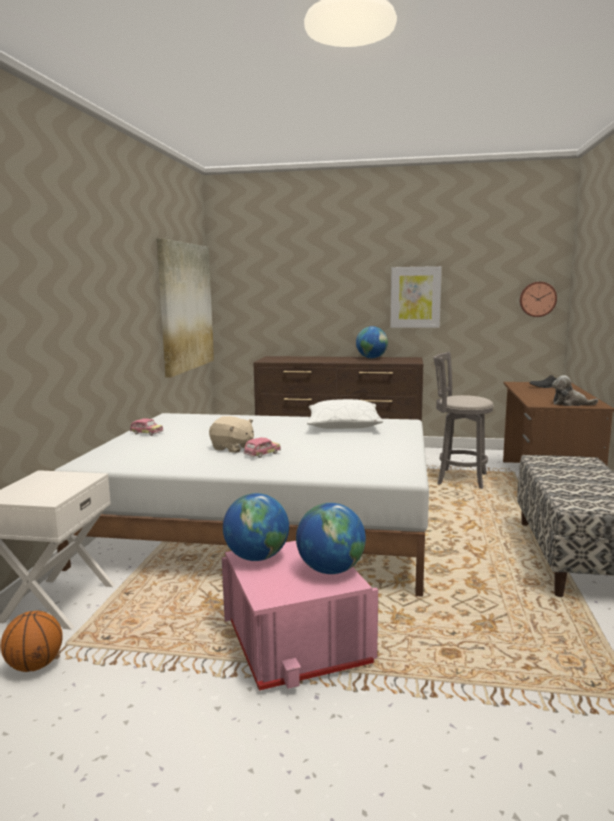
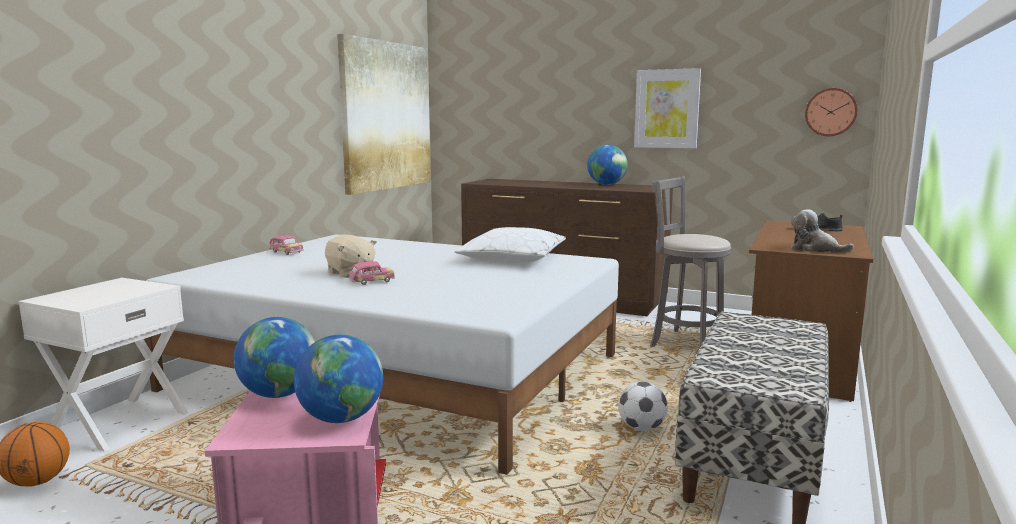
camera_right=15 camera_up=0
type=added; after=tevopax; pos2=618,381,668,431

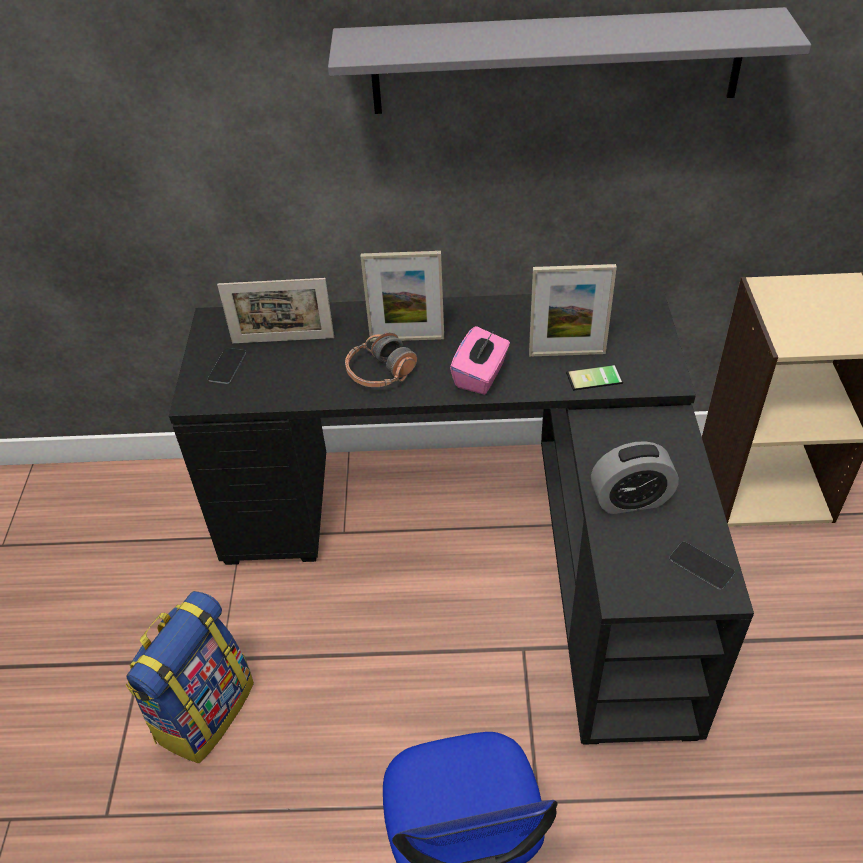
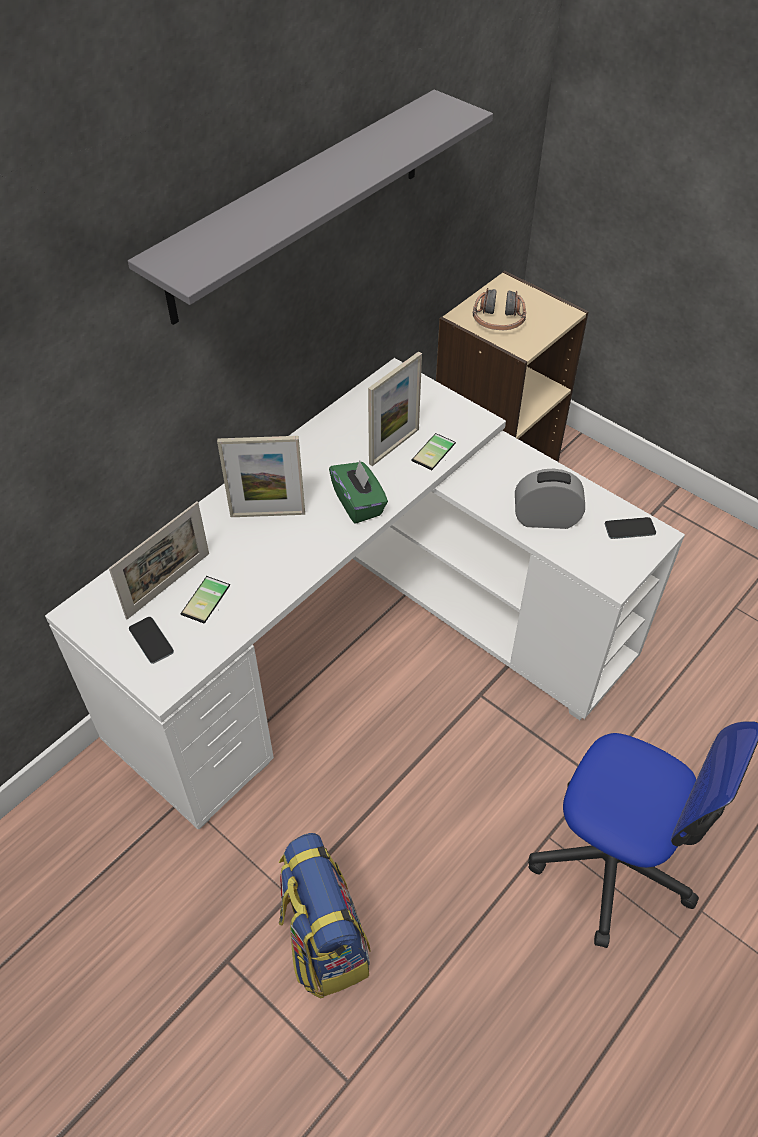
camera_right=-50 camera_up=5
type=recoloured; before=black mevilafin; after=white mevilafin; pos1=169,289,754,745; pos2=45,358,685,829
type=added; after=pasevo; pos2=180,576,230,624
type=turned; before=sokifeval; pos1=360,251,444,342; pos2=217,436,305,517; turn=45
type=recoloured; before=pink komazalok; after=green komazalok; pos1=450,326,510,395; pos2=329,460,388,524
type=moved; before=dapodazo; pos1=345,333,417,387; pos2=473,288,526,330
type=turned; before=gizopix; pos1=591,441,679,514; pos2=515,469,585,529; turn=-120

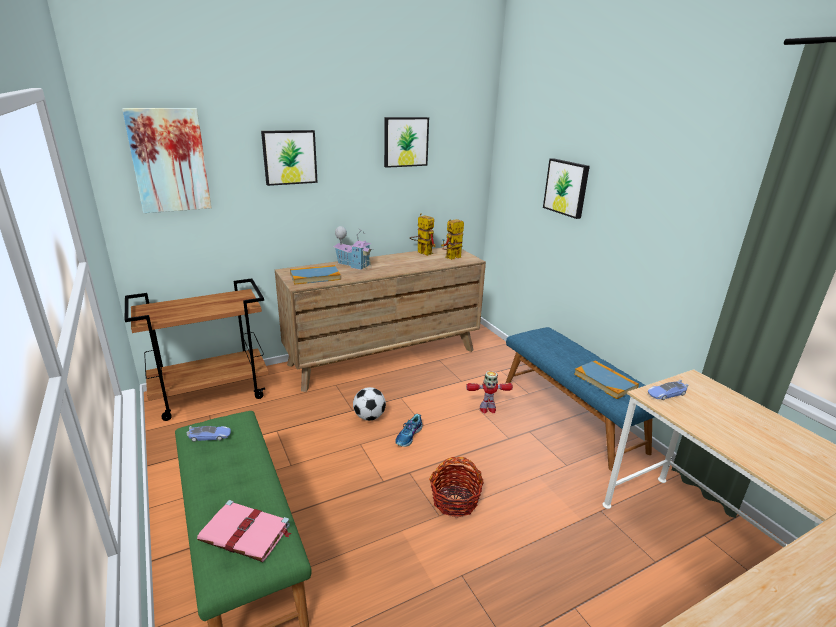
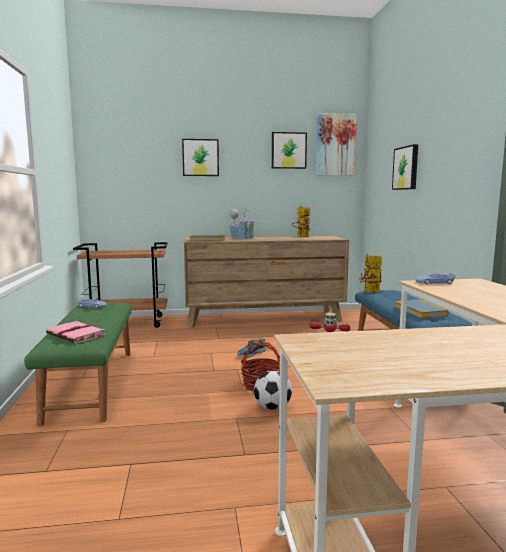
camera_right=20 camera_up=-15
type=moved; before=tevopax; pos1=353,387,386,421; pos2=254,371,292,410
type=moved; before=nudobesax; pos1=122,108,211,213; pos2=316,113,357,176
type=moved; before=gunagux; pos1=441,219,464,260; pos2=359,254,382,293

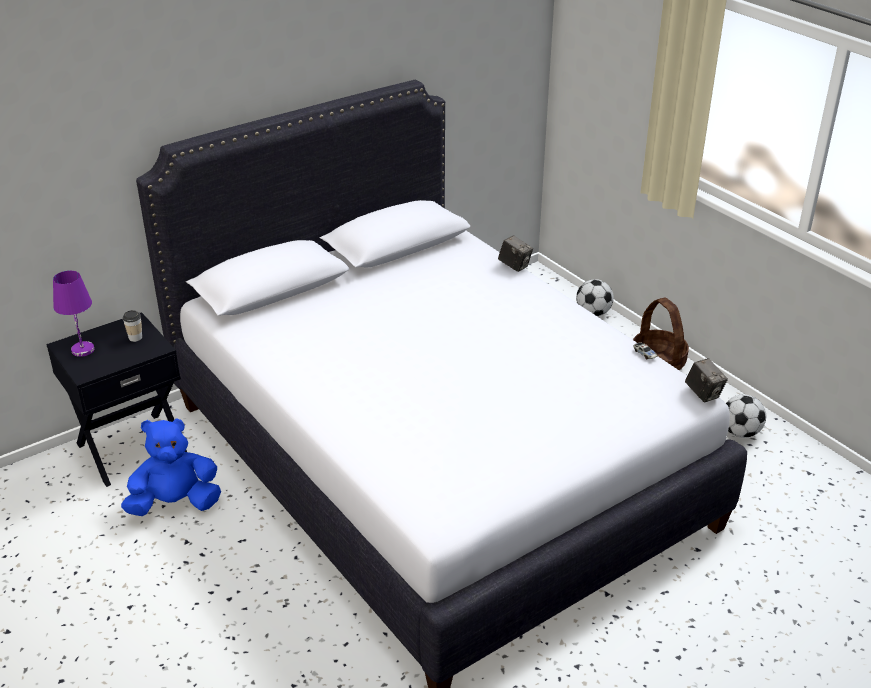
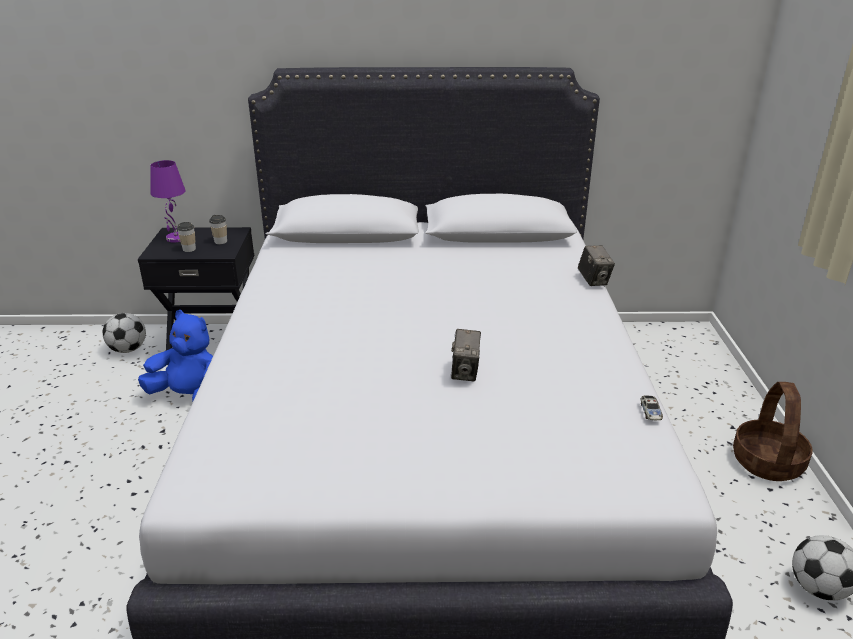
camera_right=35 camera_up=-5
type=moved; before=tevopax; pos1=576,279,614,316; pos2=102,313,146,353
type=added; after=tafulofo; pos2=177,222,196,252
type=moved; before=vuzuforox; pos1=685,358,728,402; pos2=451,329,481,381

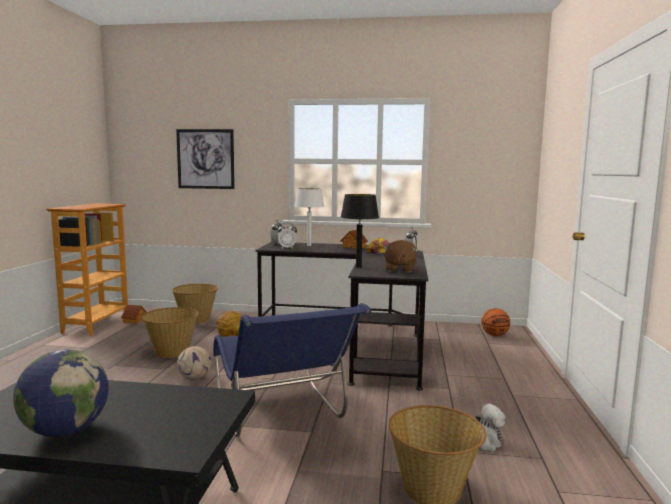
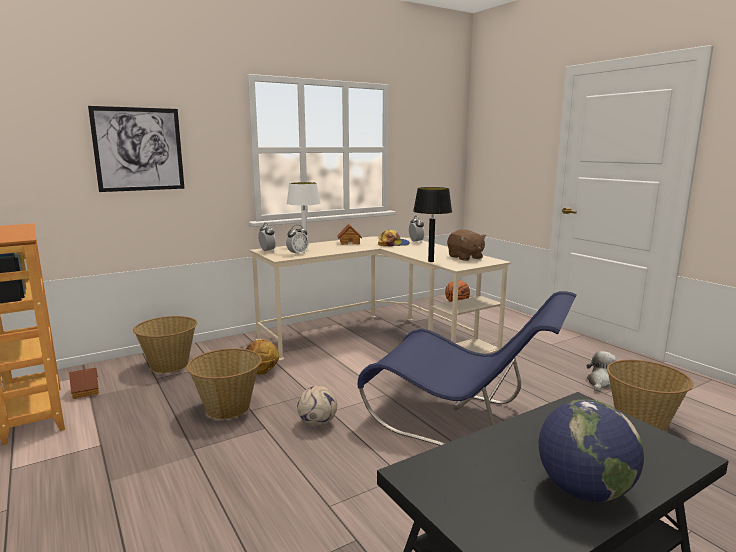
camera_right=-40 camera_up=5
type=recoloured; before=black mevilafin; after=beige mevilafin; pos1=255,242,428,391; pos2=250,236,511,360

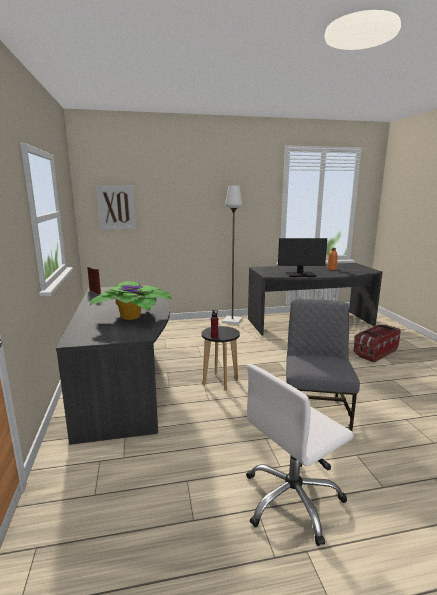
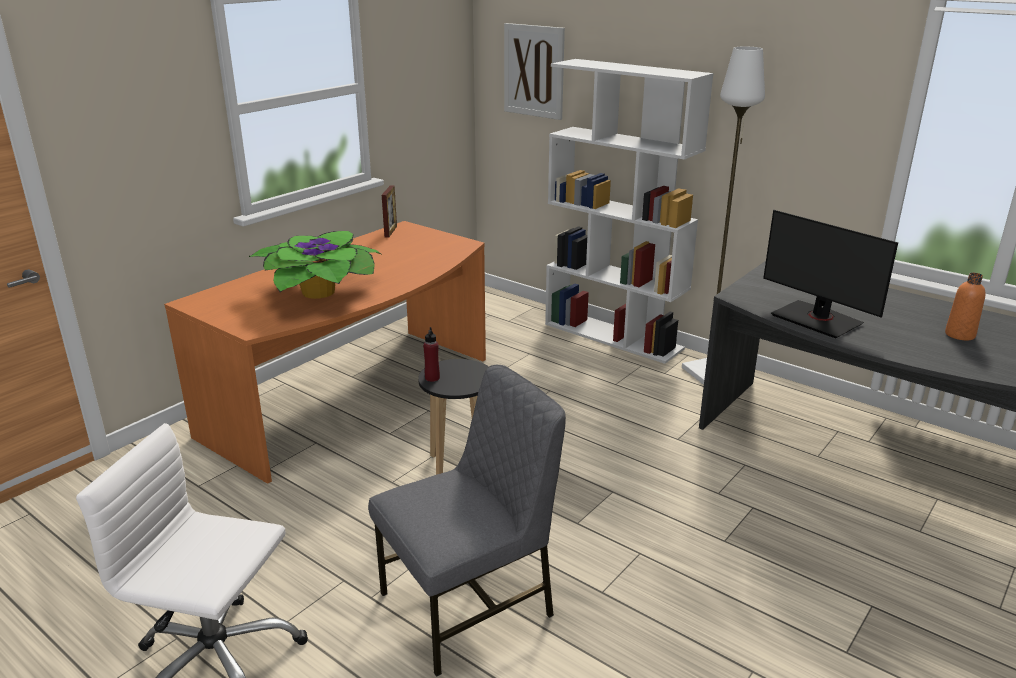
camera_right=50 camera_up=10
type=recoloured; before=grey mevilafin; after=orange mevilafin; pos1=56,285,170,445; pos2=164,221,486,484
type=added; after=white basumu; pos2=545,59,714,364
type=removed; before=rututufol; pos1=354,325,401,363

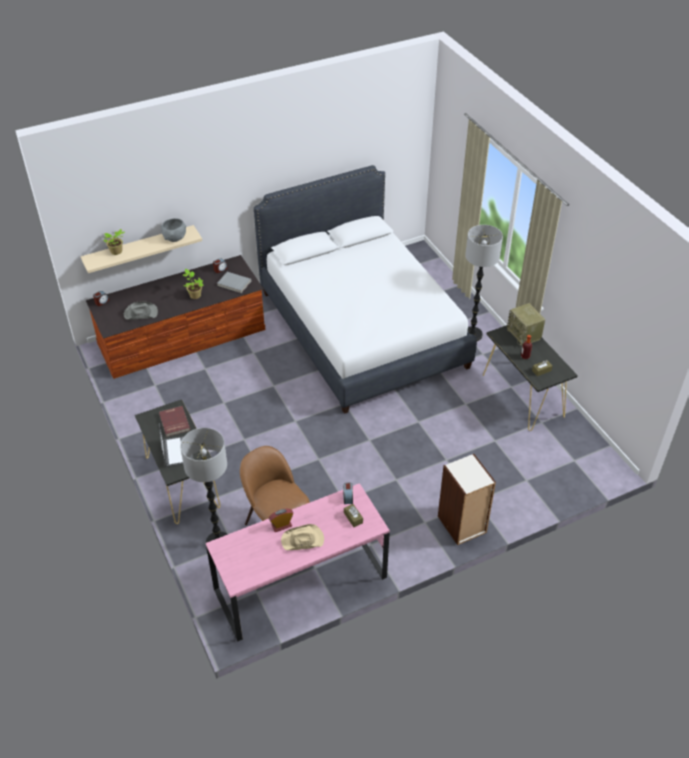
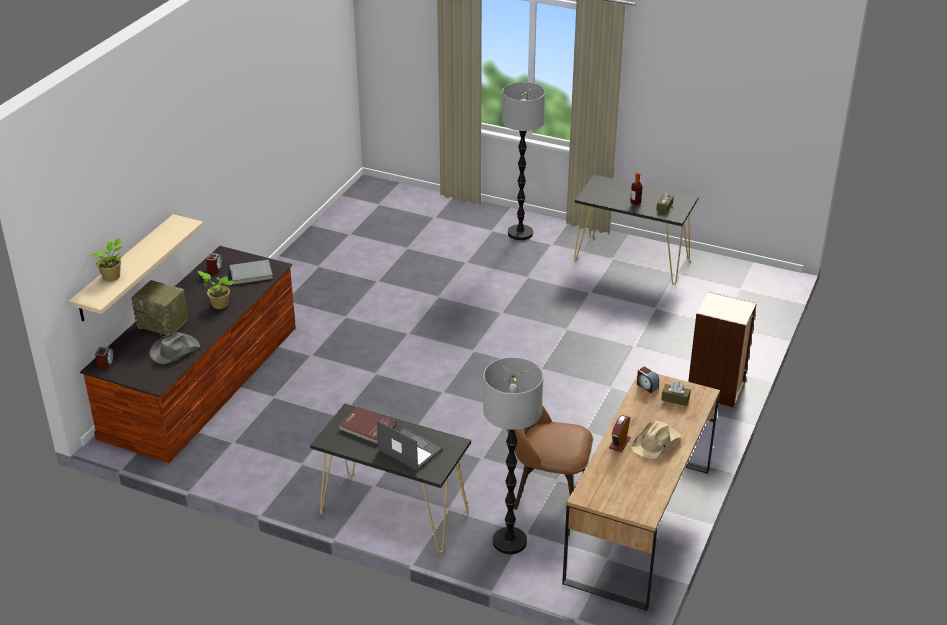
camera_right=-40 camera_up=-10
type=moved; before=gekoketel; pos1=507,303,545,346; pos2=131,280,188,337
type=recoloured; before=pink mevilafin; after=brown mevilafin; pos1=206,483,390,642; pos2=562,374,720,611
type=removed; before=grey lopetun; pos1=160,218,186,242
type=removed; before=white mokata; pos1=254,165,477,414

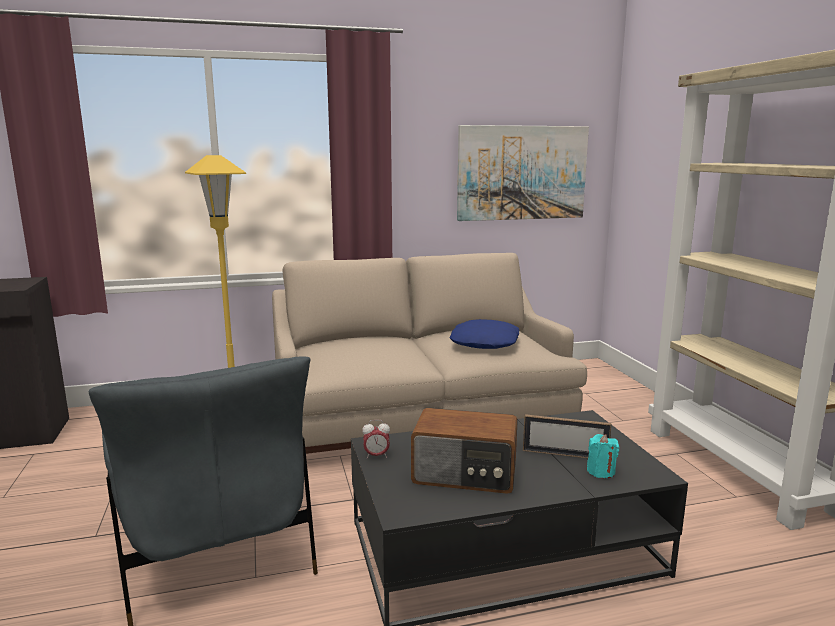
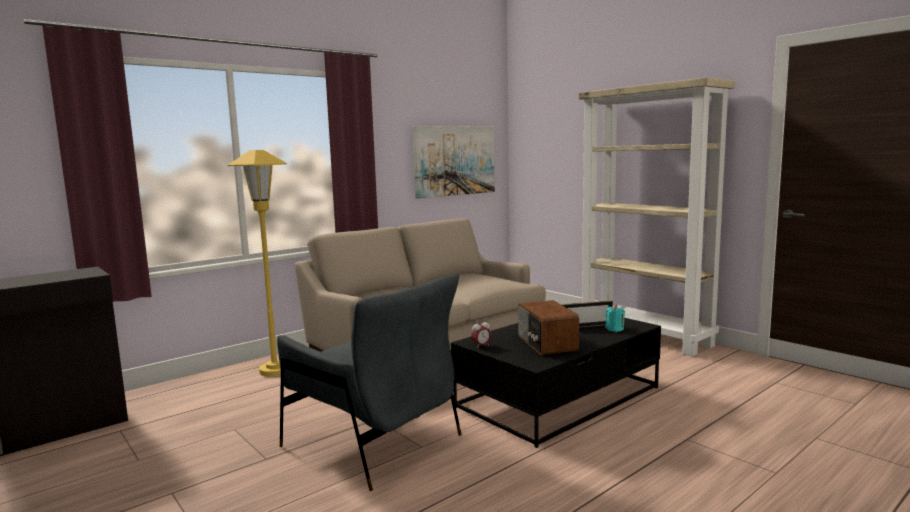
camera_right=-25 camera_up=-5
type=turned; before=gekoketel; pos1=411,408,518,494; pos2=518,300,579,355; turn=90
type=removed; before=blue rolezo; pos1=450,319,520,349

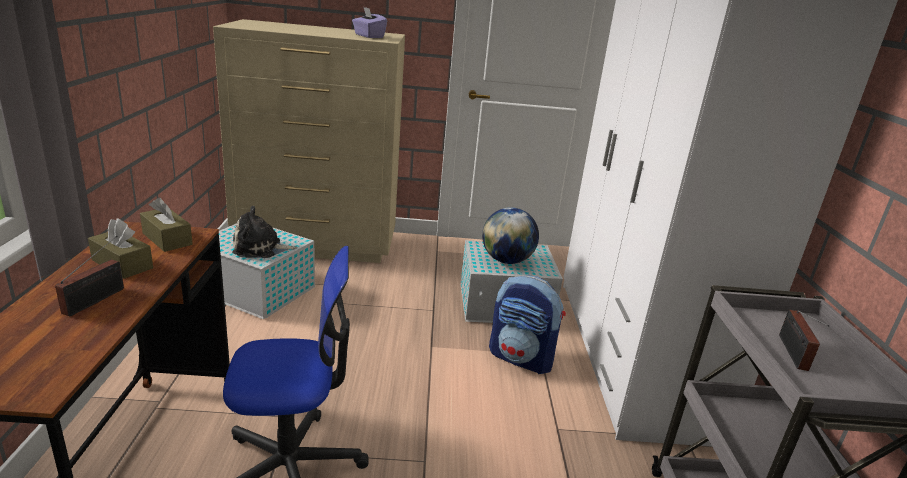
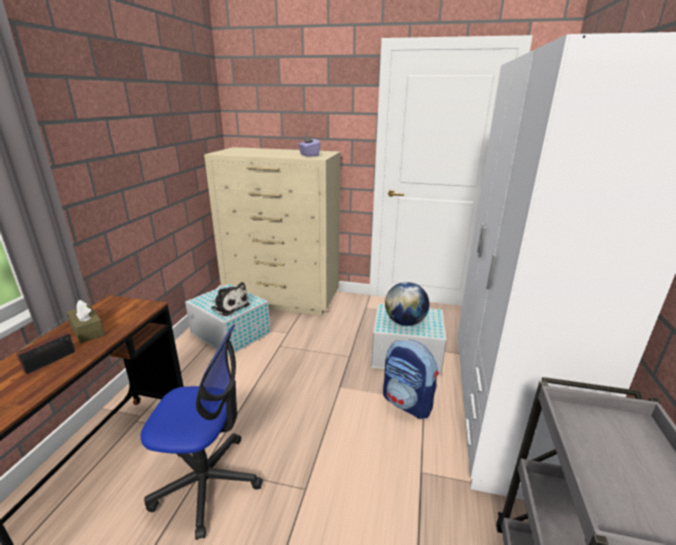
camera_right=15 camera_up=0
type=turned; before=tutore; pos1=232,206,297,258; pos2=211,282,250,316; turn=-150
type=removed; before=brown komazalok; pos1=140,197,193,252
type=removed; before=gekoketel; pos1=779,310,829,371

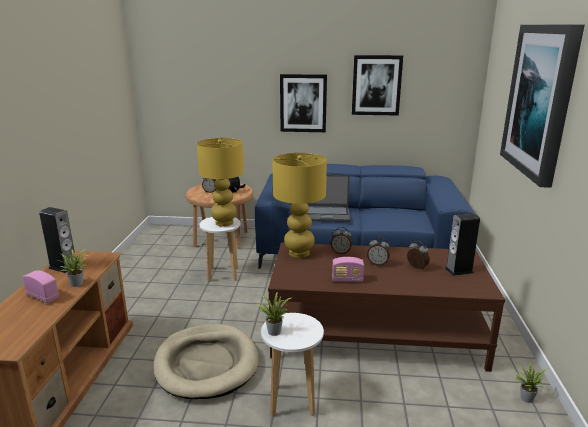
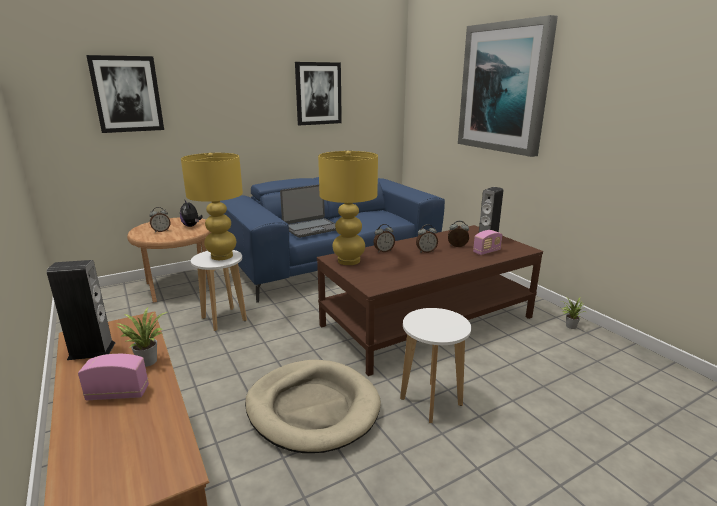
camera_right=-35 camera_up=0
type=moved; before=nudobesax; pos1=280,74,327,132; pos2=86,55,164,133
type=moved; before=gekoketel; pos1=332,257,364,282; pos2=473,230,502,255
type=removed; before=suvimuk; pos1=257,292,293,336

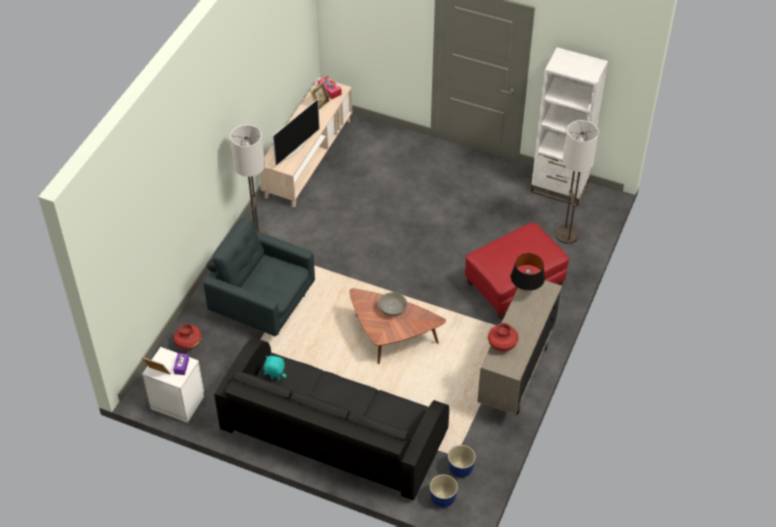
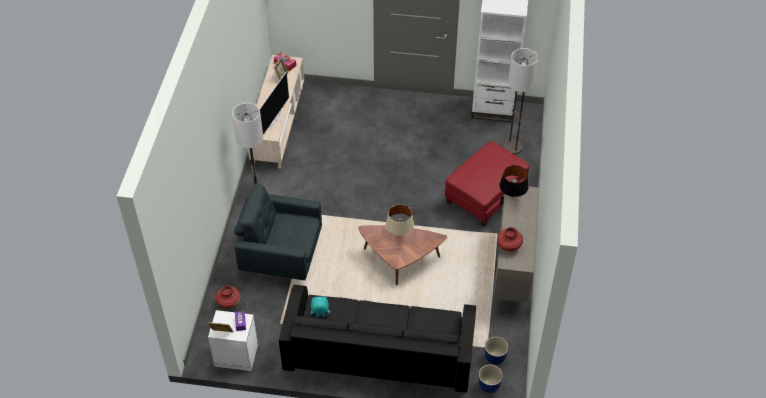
camera_right=-15 camera_up=0
type=replaced; before=grey lopetun; after=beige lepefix; pos1=378,292,407,316; pos2=386,204,414,236

